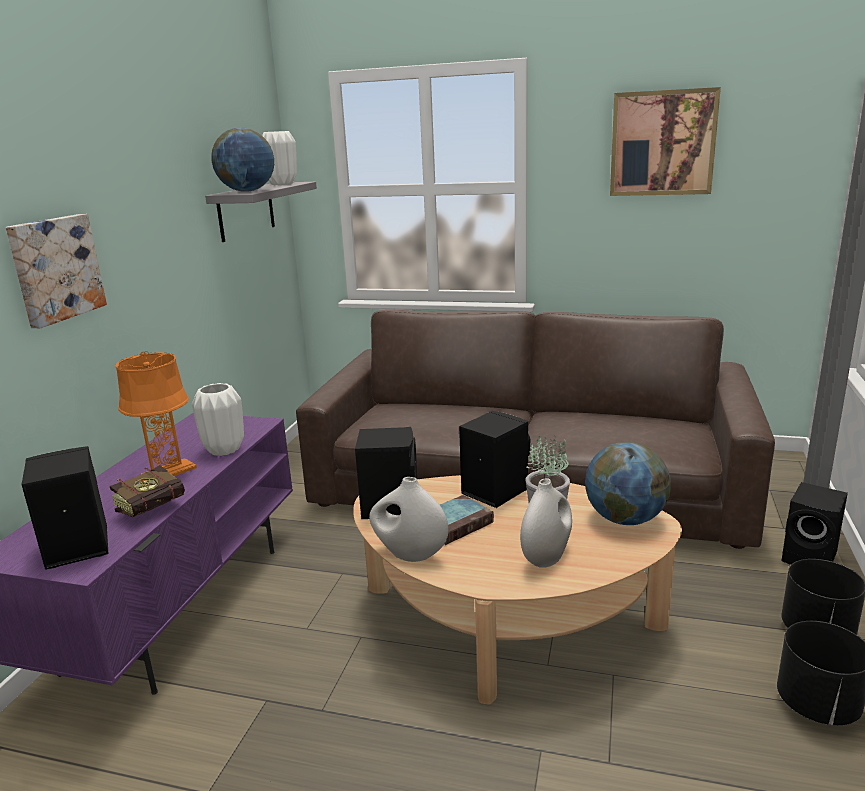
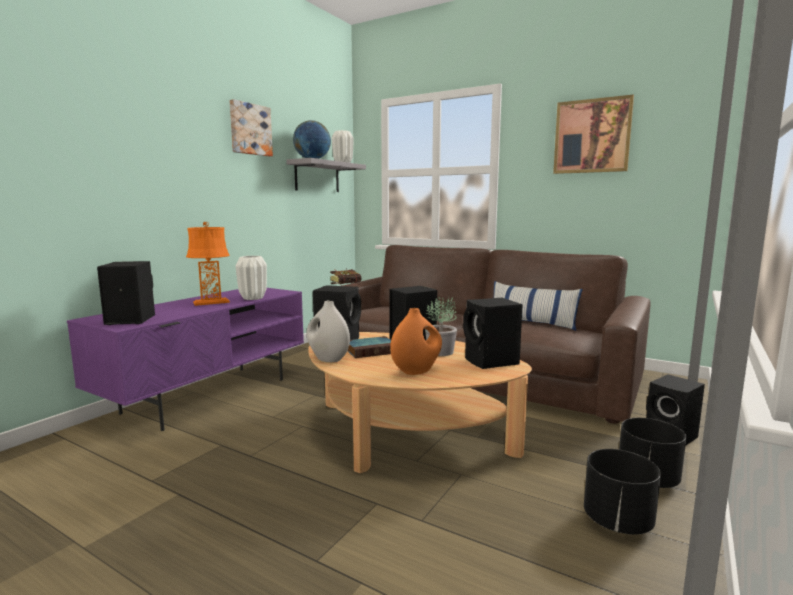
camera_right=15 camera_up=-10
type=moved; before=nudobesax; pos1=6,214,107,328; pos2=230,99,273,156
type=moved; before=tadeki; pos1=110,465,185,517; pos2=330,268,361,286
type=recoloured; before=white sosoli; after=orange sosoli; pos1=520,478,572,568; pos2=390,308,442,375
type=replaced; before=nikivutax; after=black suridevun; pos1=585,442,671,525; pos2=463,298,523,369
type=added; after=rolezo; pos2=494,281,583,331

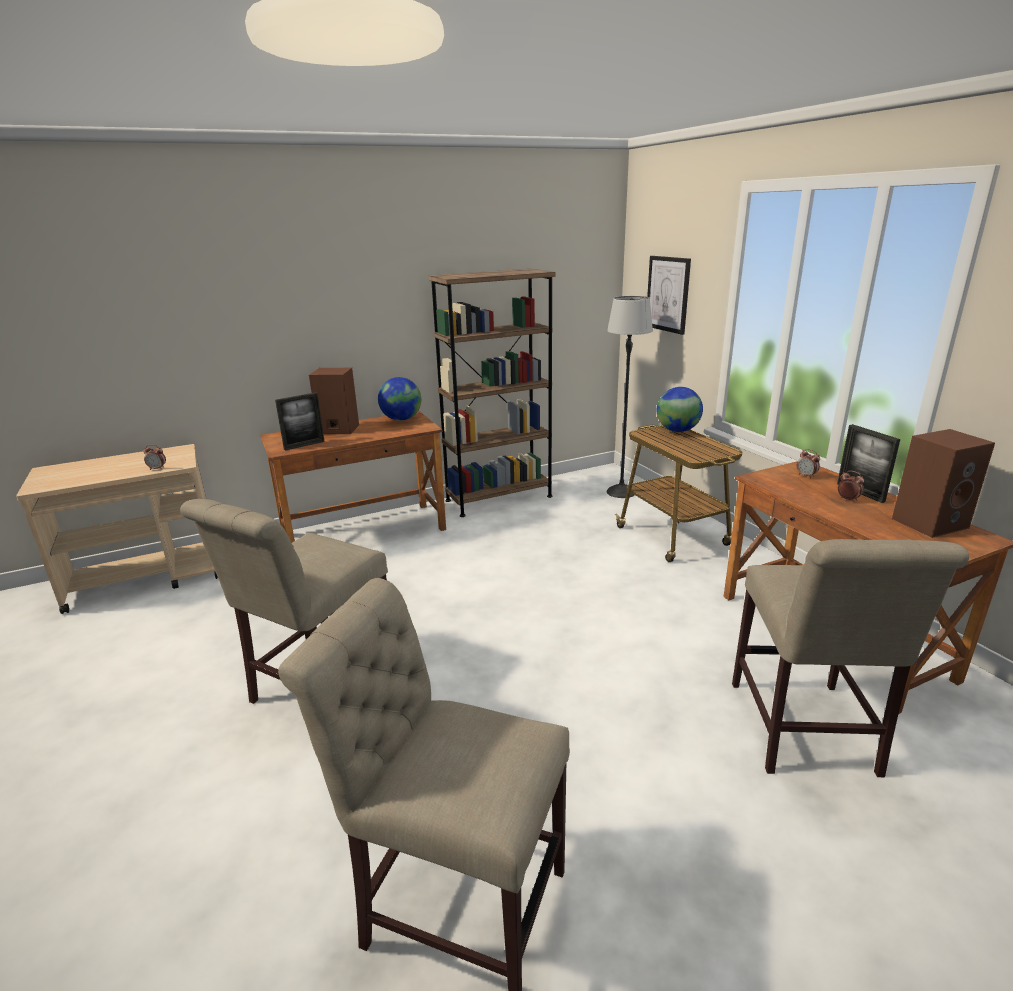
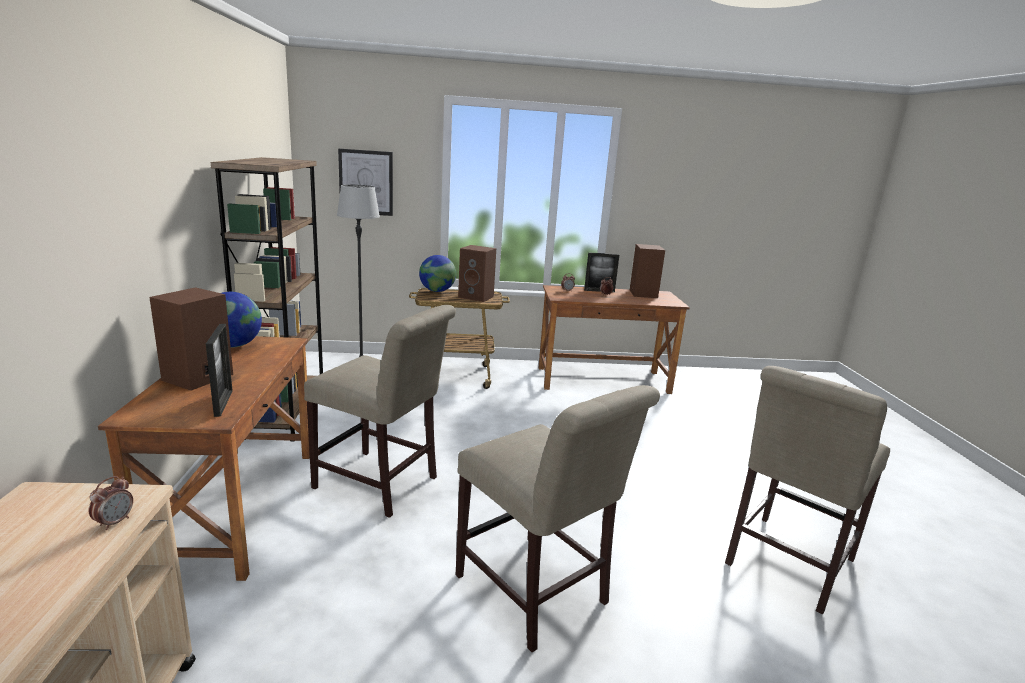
camera_right=-70 camera_up=-5
type=moved; before=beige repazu; pos1=732,539,969,777; pos2=304,305,456,518
type=added; after=brown suridevun; pos2=458,245,496,302

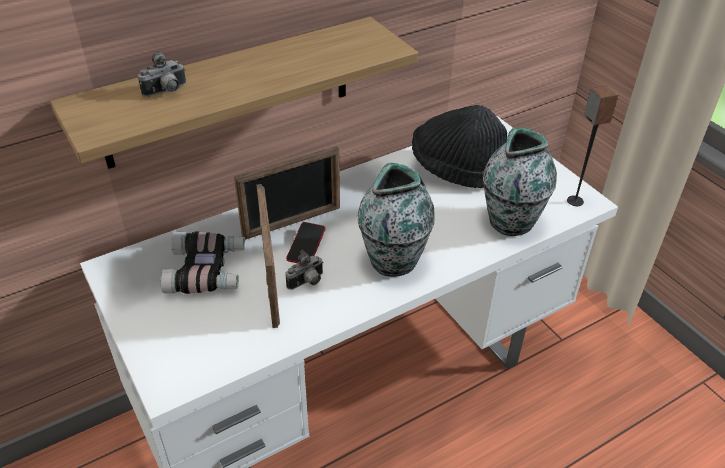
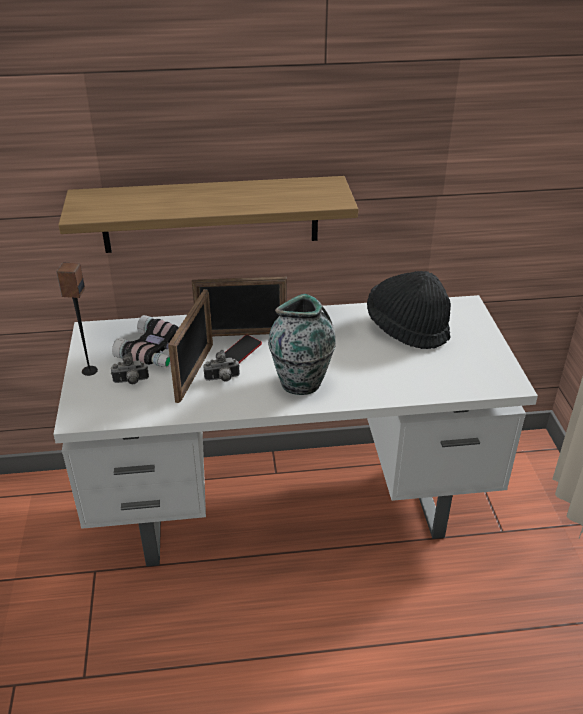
camera_right=25 camera_up=-5
type=moved; before=suridevun; pos1=567,85,618,206; pos2=56,263,98,376
type=moved; before=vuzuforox; pos1=138,50,186,97; pos2=111,352,149,384
type=removed; before=sosoli; pos1=483,127,557,236

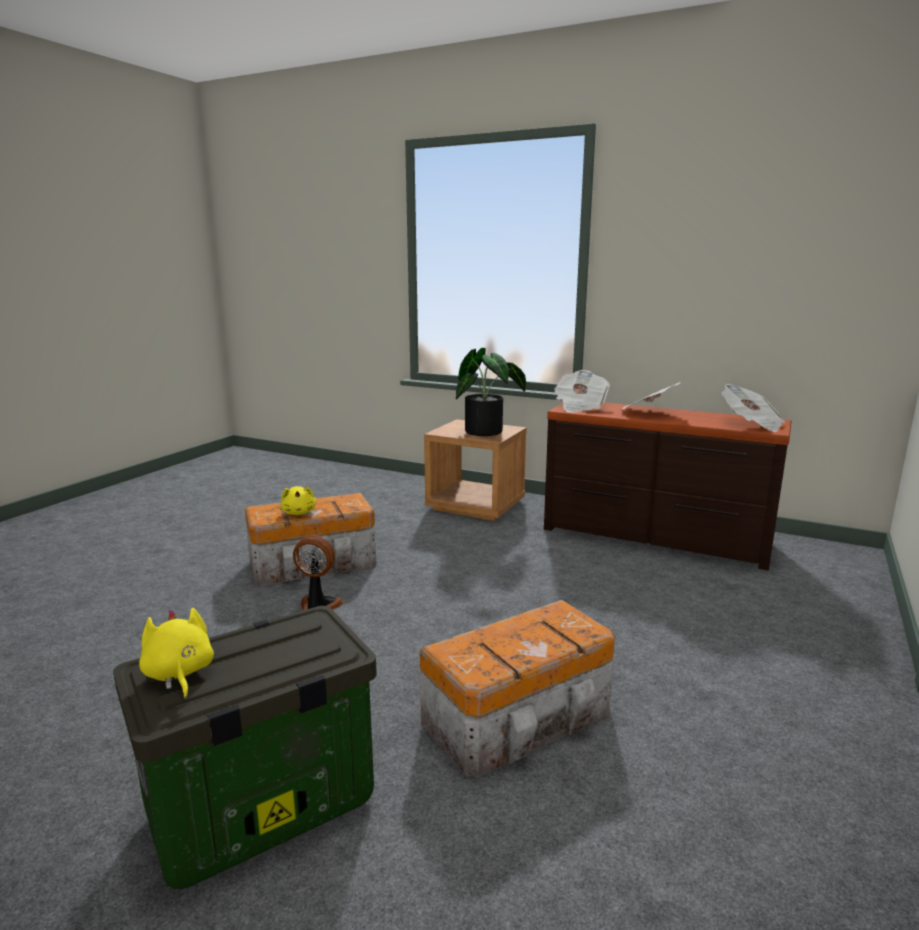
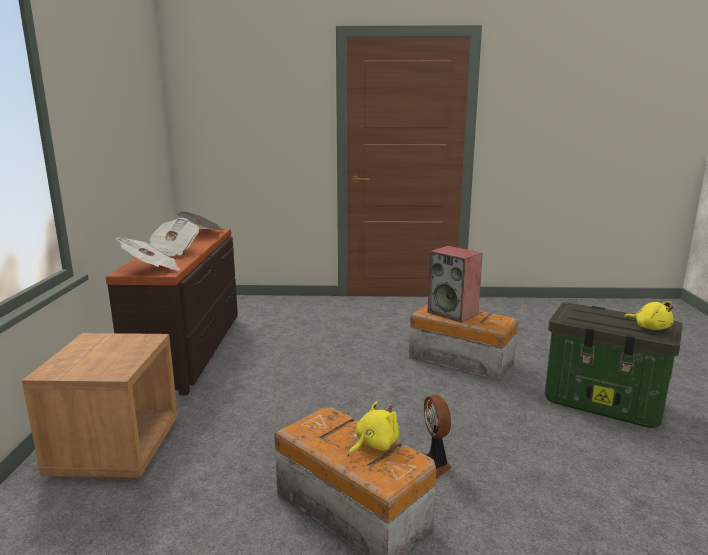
camera_right=-115 camera_up=0
type=added; after=suridevun; pos2=427,246,483,323
type=turned; before=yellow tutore; pos1=139,608,214,699; pos2=624,301,673,330; turn=-75
type=removed; before=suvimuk; pos1=456,348,526,436

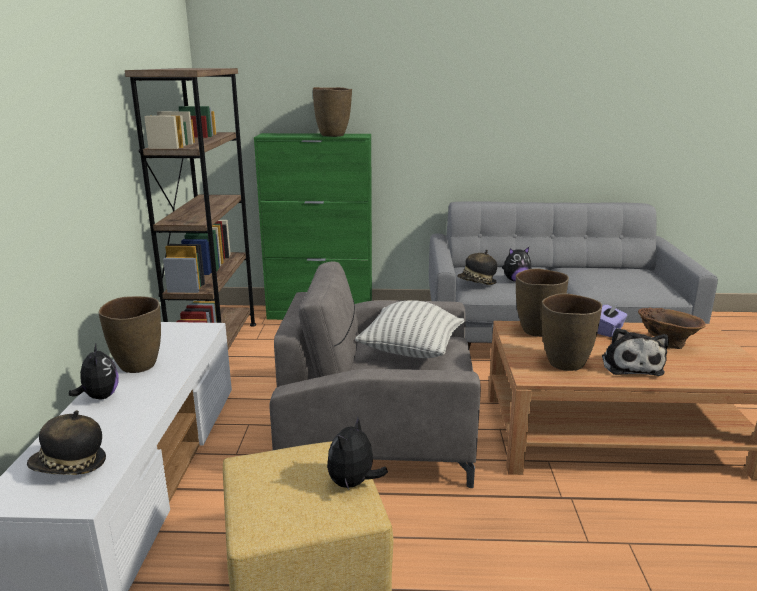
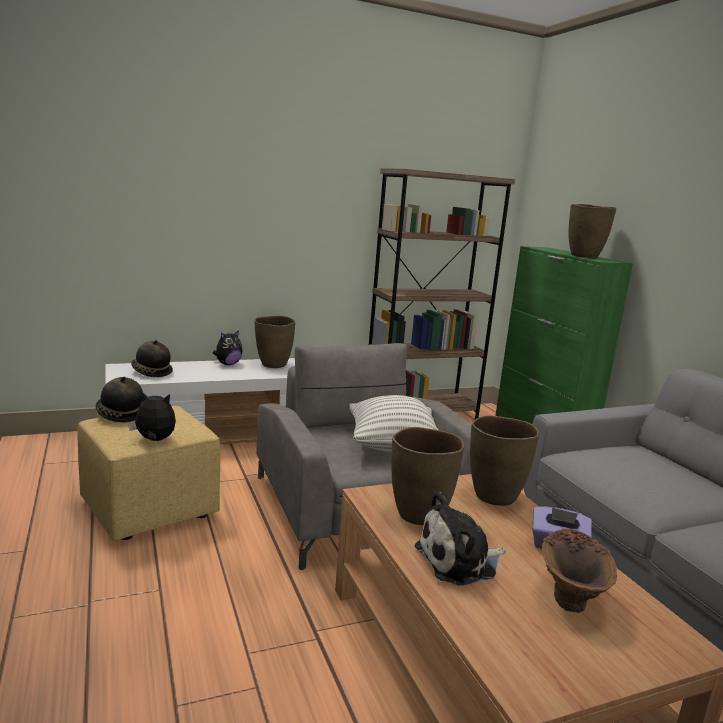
camera_right=65 camera_up=-5
type=moved; before=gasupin; pos1=457,250,497,285; pos2=95,377,143,423
type=removed; before=tutore; pos1=502,247,531,282

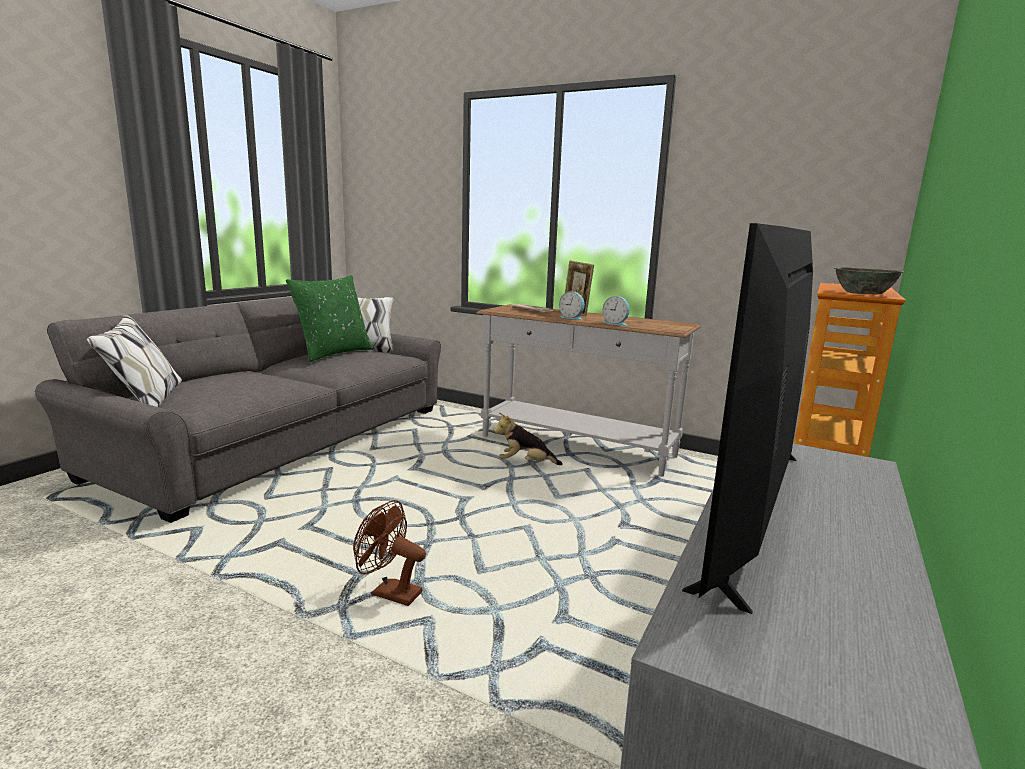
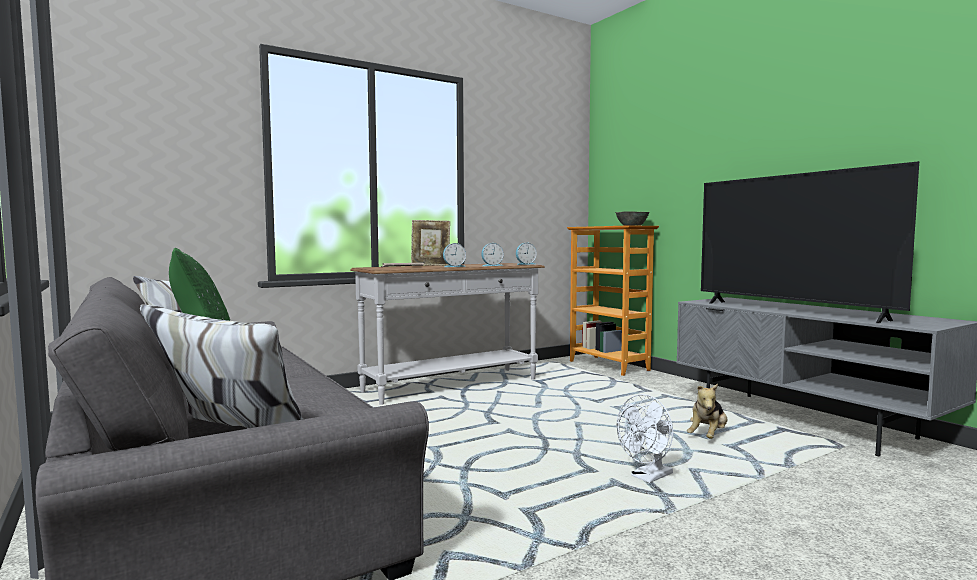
camera_right=-60 camera_up=-10
type=added; after=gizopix; pos2=516,242,537,265
type=recoloured; before=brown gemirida; after=white gemirida; pos1=353,500,426,606; pos2=617,394,673,483
type=moved; before=tutore; pos1=493,413,563,465; pos2=687,384,727,439

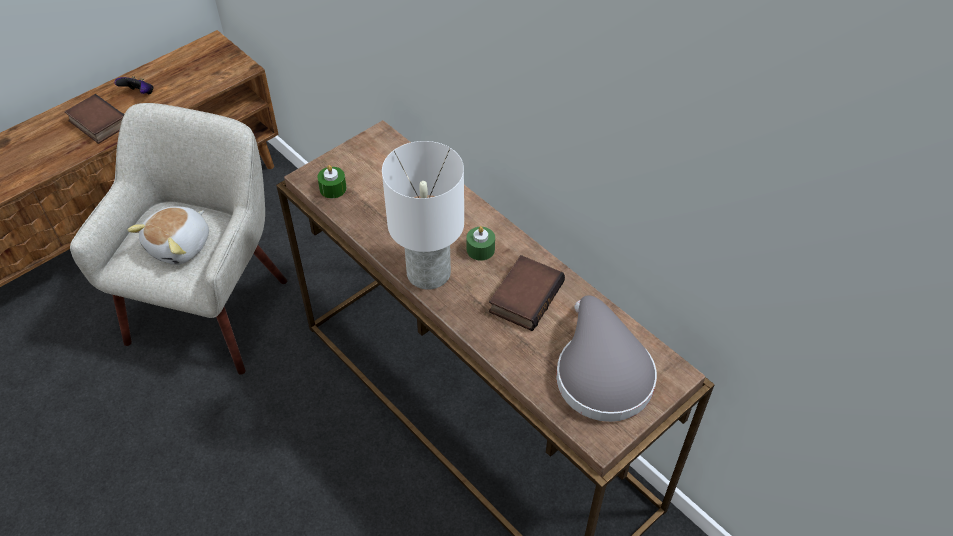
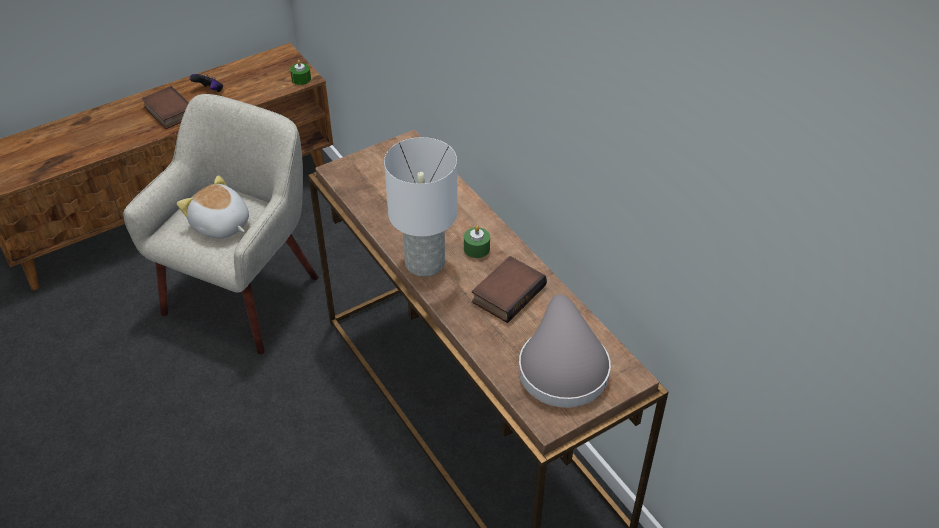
camera_right=10 camera_up=-5
type=turned; before=tutore; pos1=127,206,209,265; pos2=177,175,249,239; turn=90
type=moved; before=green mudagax; pos1=317,165,347,198; pos2=290,60,311,85

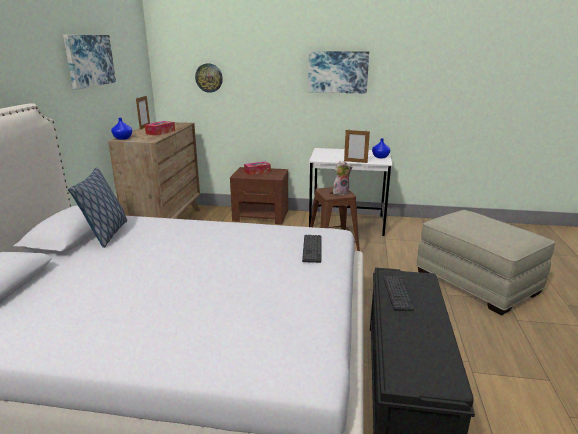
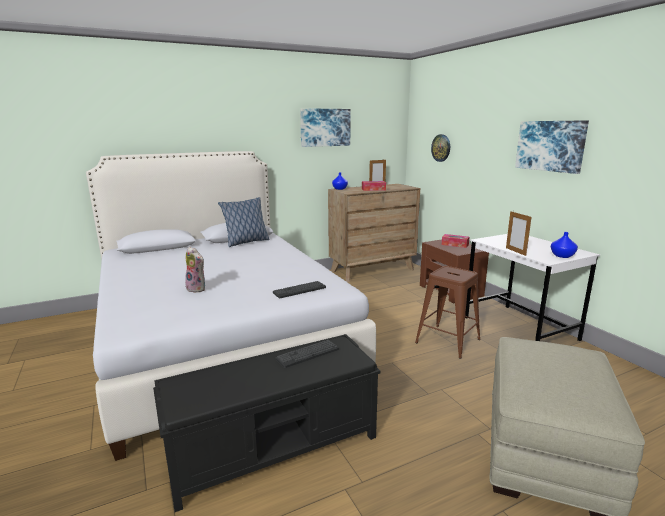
camera_right=55 camera_up=-5
type=moved; before=tutore; pos1=333,161,352,195; pos2=185,247,205,293

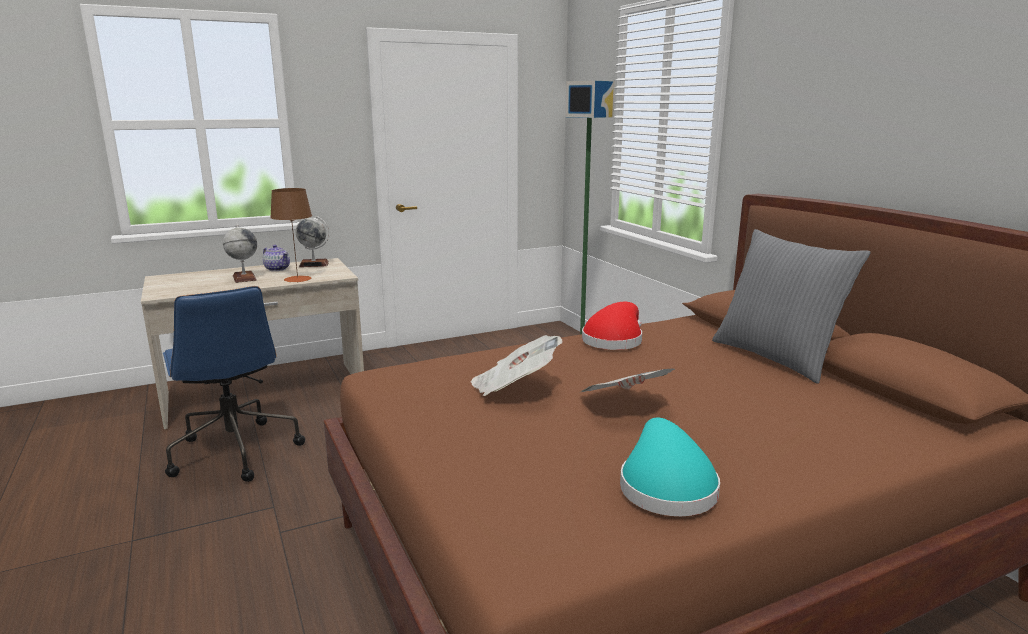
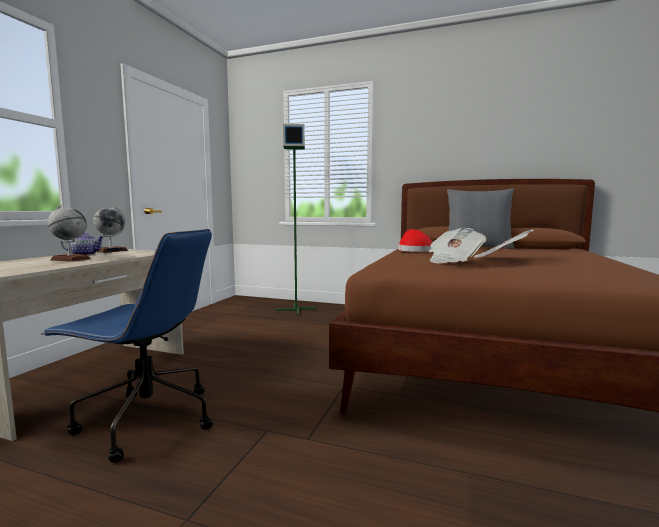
camera_right=-45 camera_up=-10
type=removed; before=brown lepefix; pos1=270,188,312,282
type=removed; before=turquoise gasupin; pos1=620,417,720,516

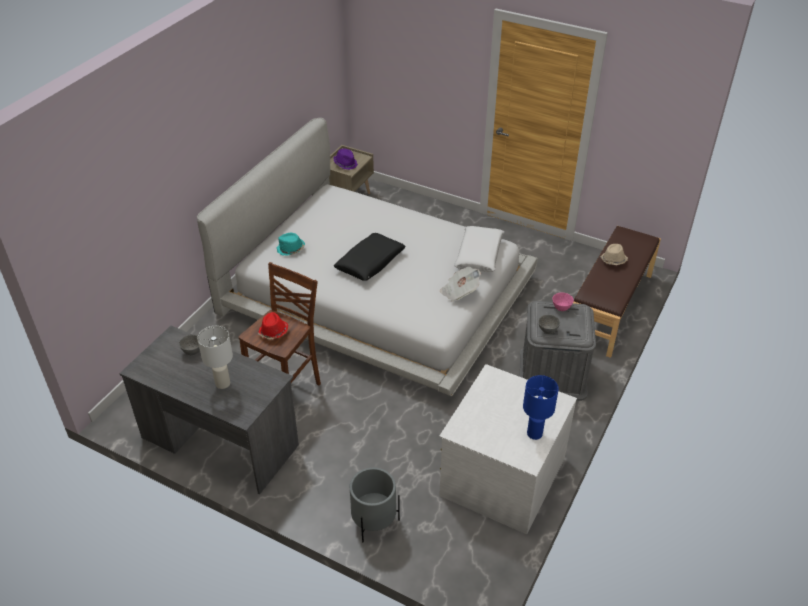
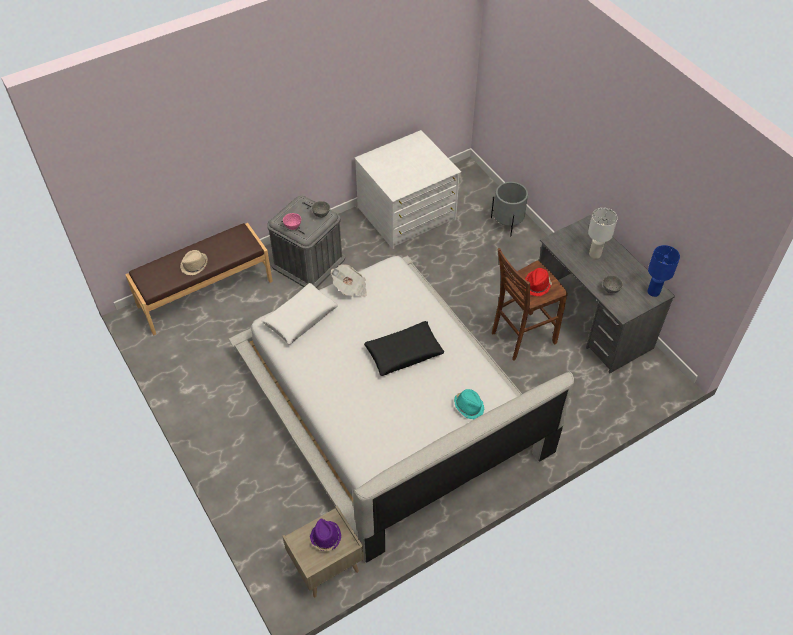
camera_right=-150 camera_up=10
type=moved; before=blue lepefix; pos1=523,375,559,440; pos2=648,245,680,297

